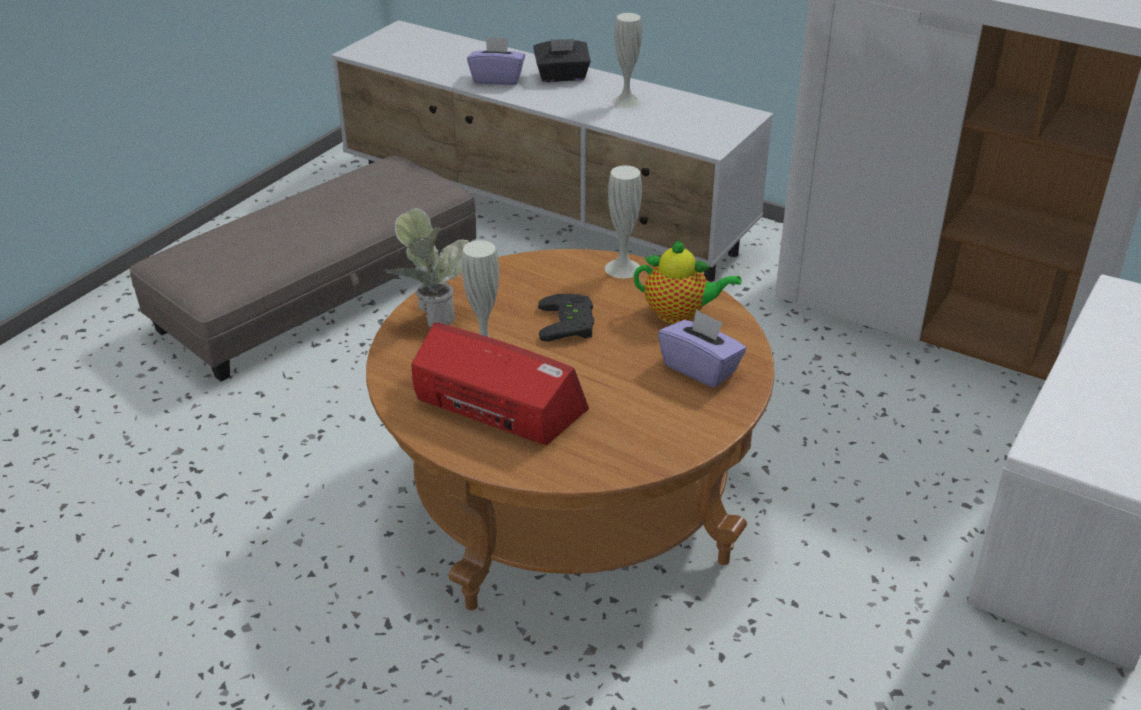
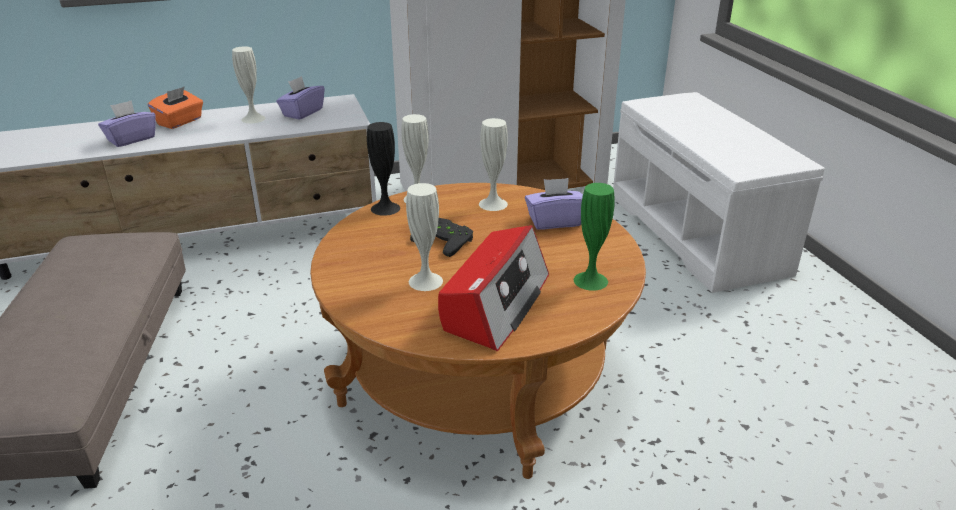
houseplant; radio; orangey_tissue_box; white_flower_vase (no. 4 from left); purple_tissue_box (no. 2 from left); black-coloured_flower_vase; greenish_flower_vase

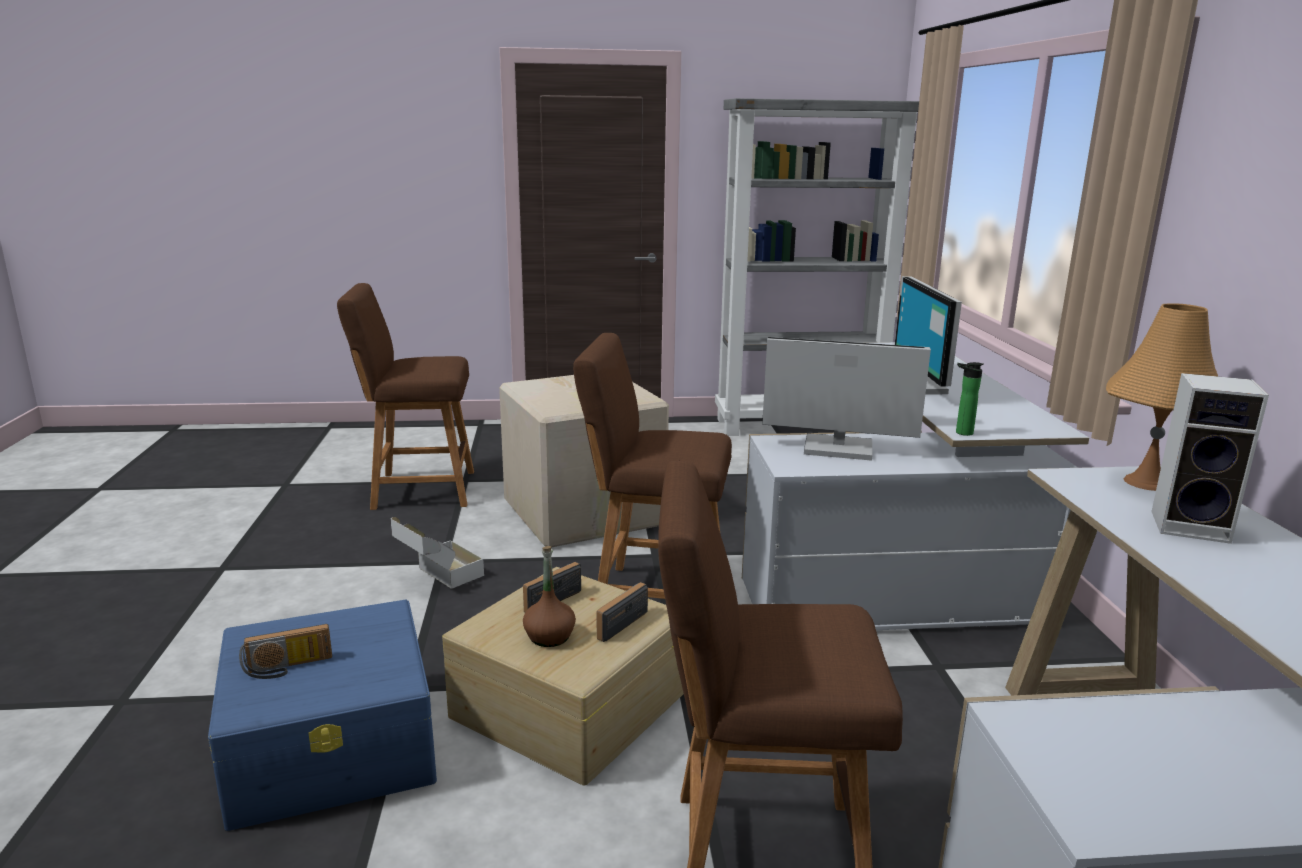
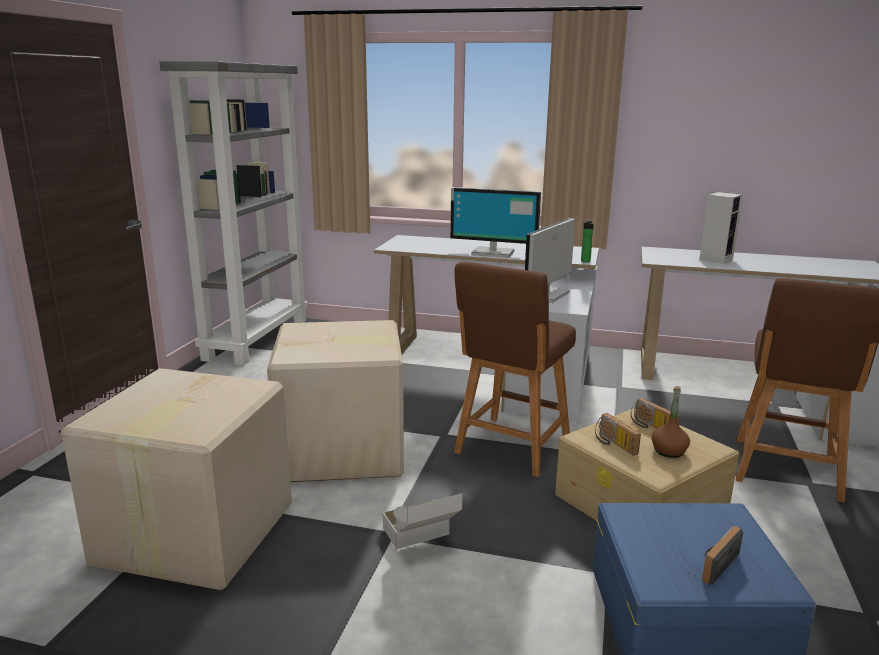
radio (no. 3 from left); packing_box (no. 1 from left); orangey_lamp_for_a_table

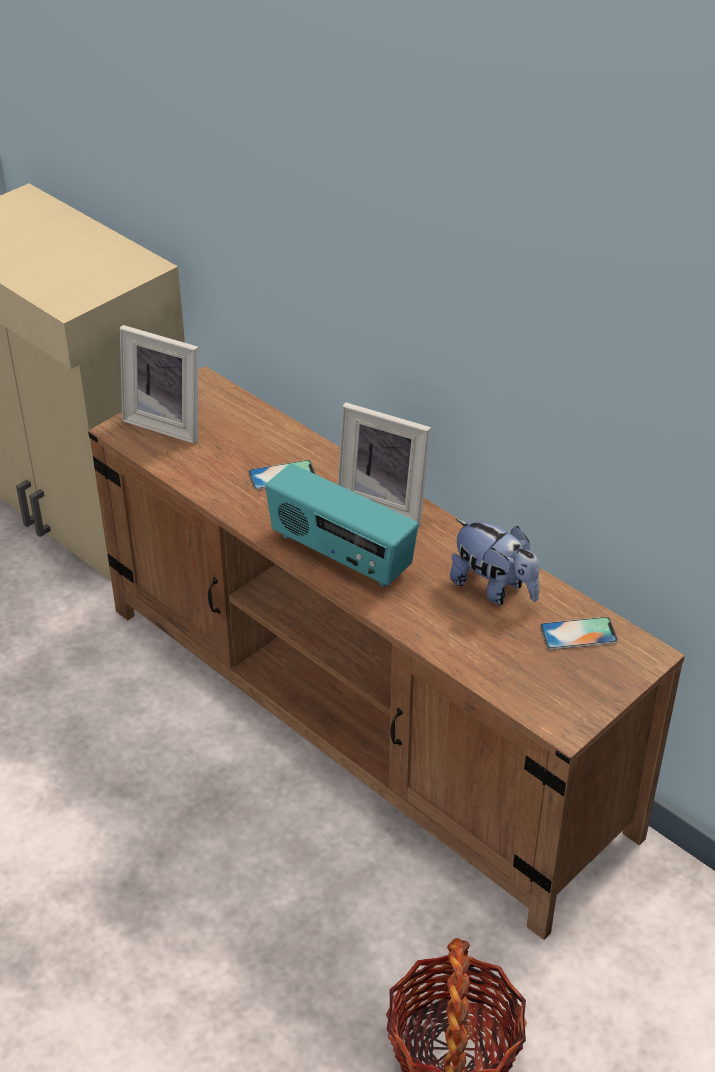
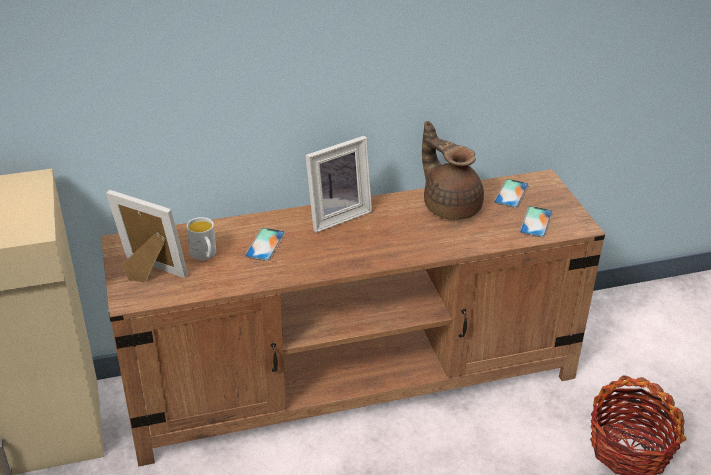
photo_frame (no. 1 from left); radio; brownish_tea_pot; white_mug; telephone (no. 3 from left)

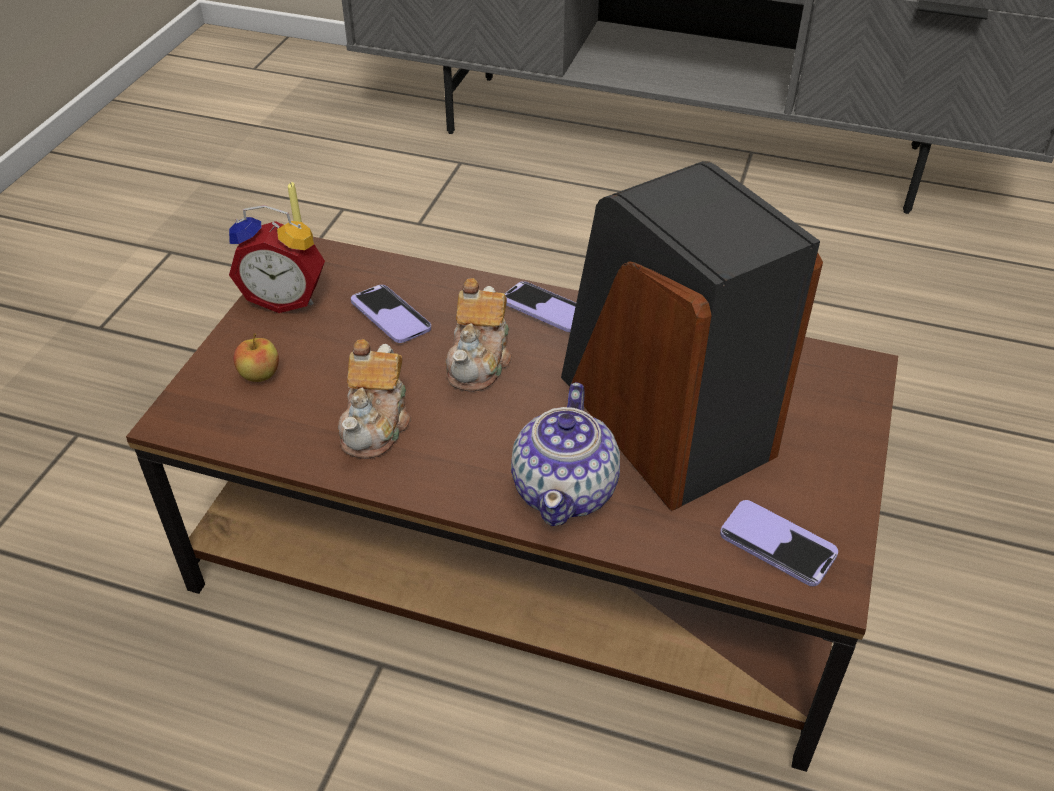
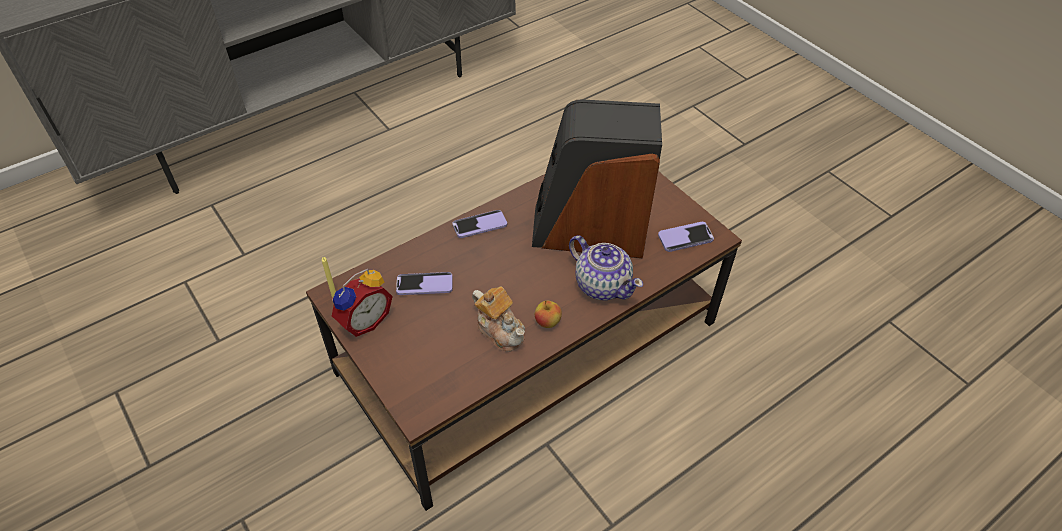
whole_apple; tea_pot (no. 2 from left in the first image)

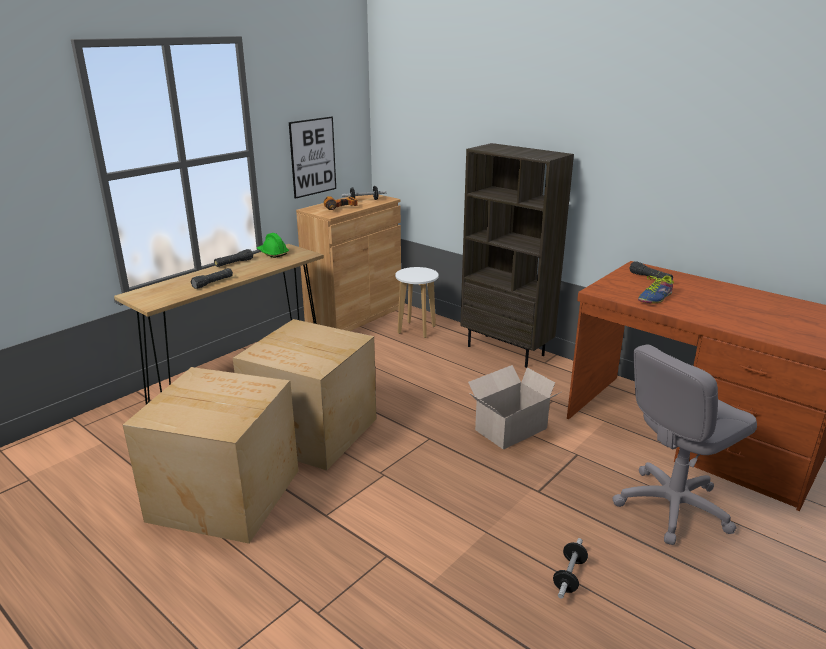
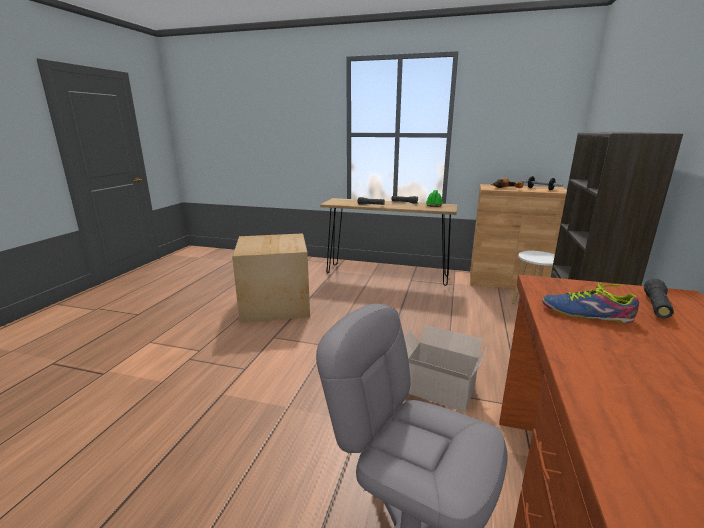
packing_box (no. 2 from left in the first image); wall_picture; hand_weight (no. 2 from left in the first image)

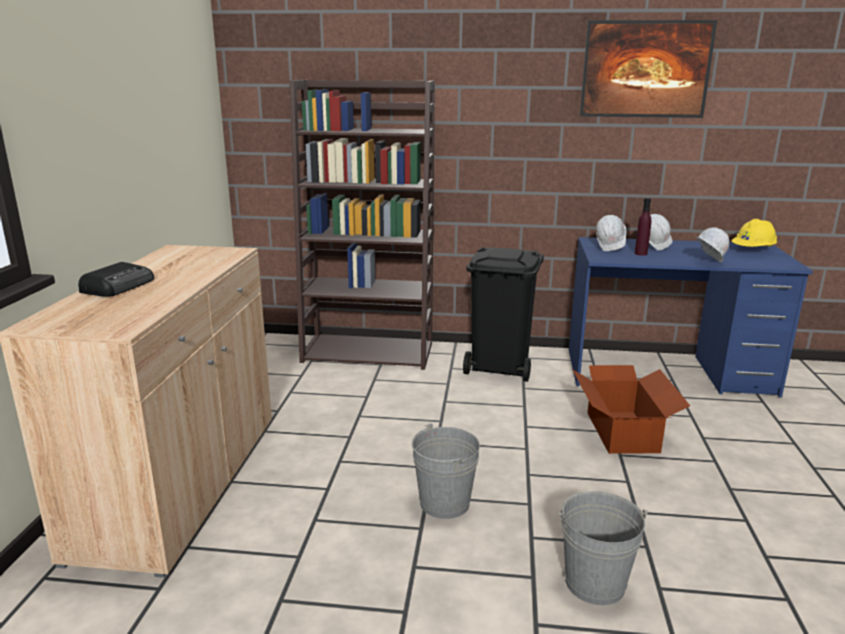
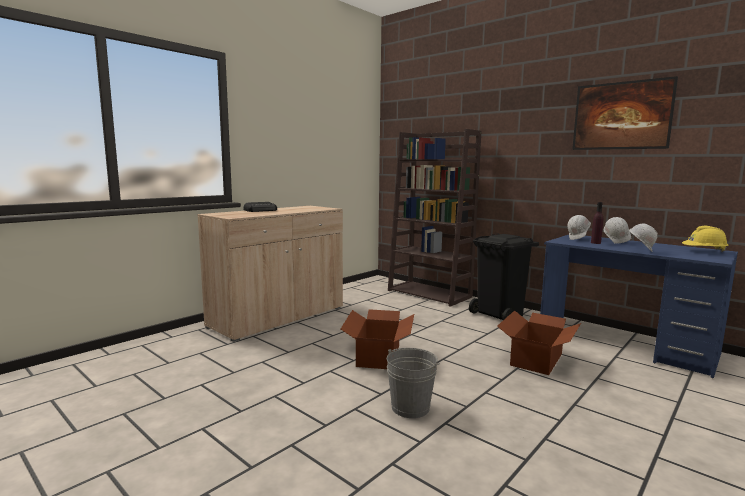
packing_box (no. 1 from left)

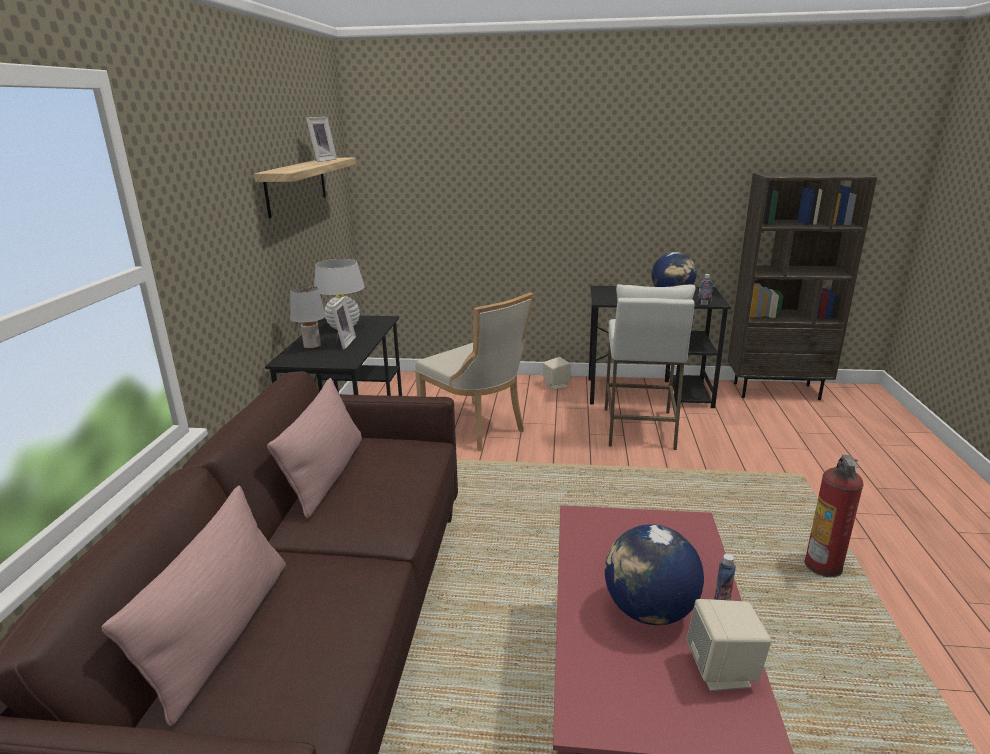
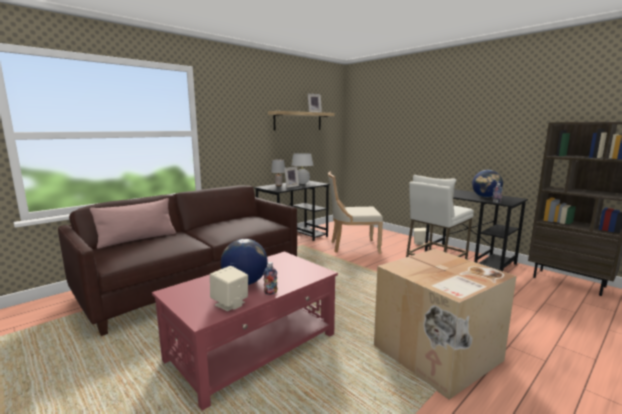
pink-coloured_pillow (no. 2 from left in the first image); beige-coloured_upright_chair; packing_box

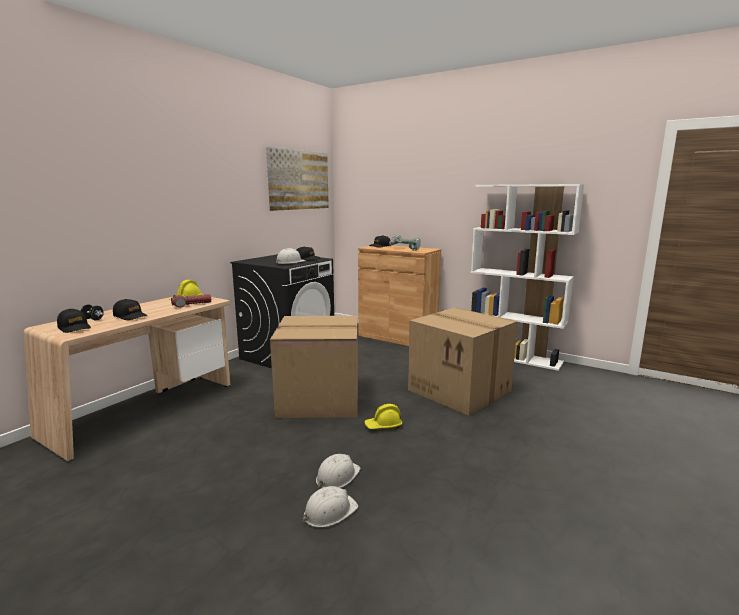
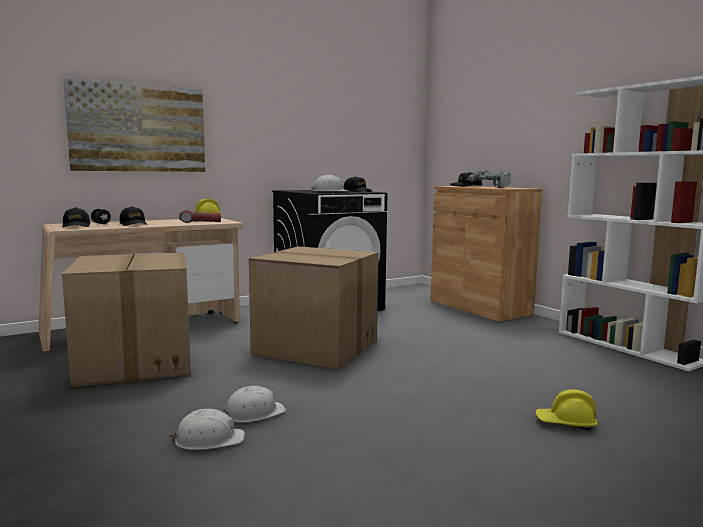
wall_picture; yellowish_work_helmet (no. 2 from left); packing_box (no. 1 from left)

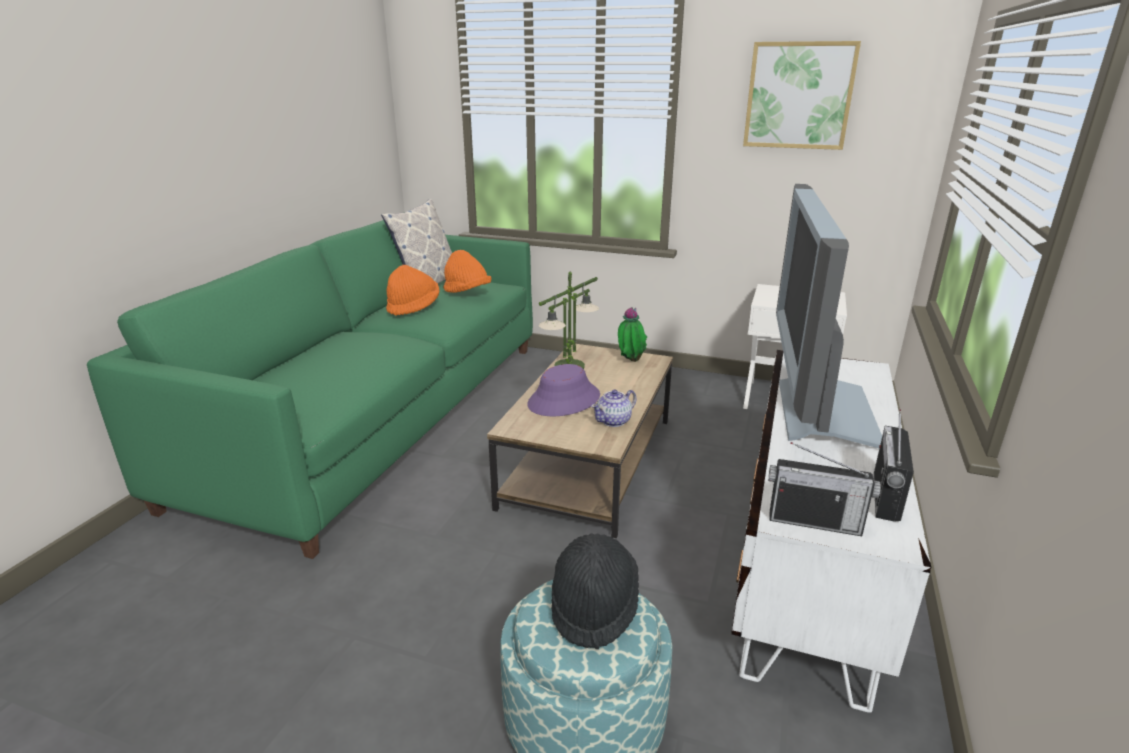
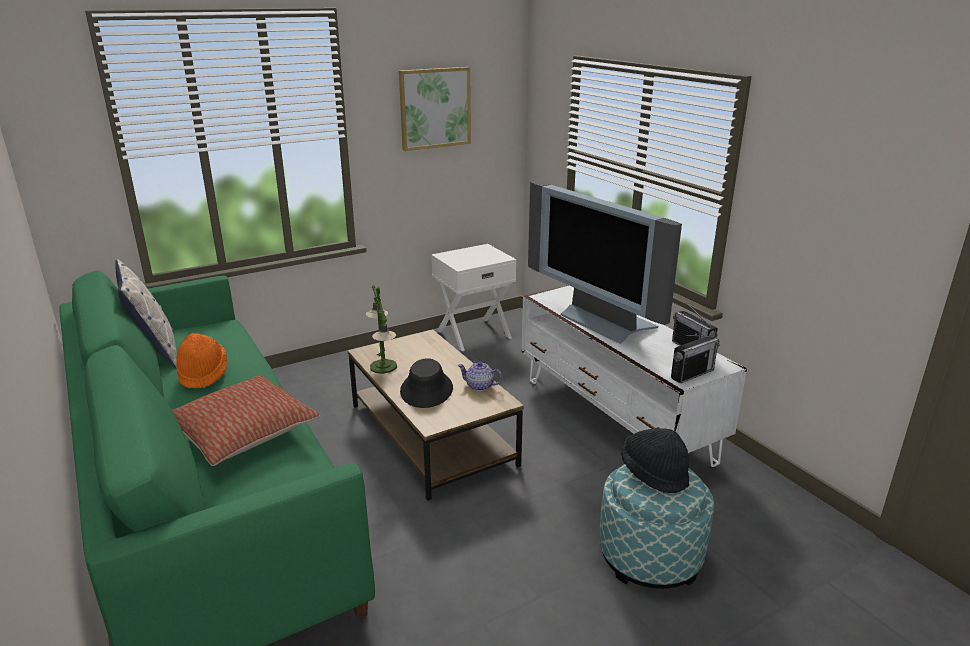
orangey_wearable_hat (no. 2 from left in the first image); black-coloured_wearable_hat (no. 1 from left); tea_pot; houseplant; pillow (no. 2 from left)

